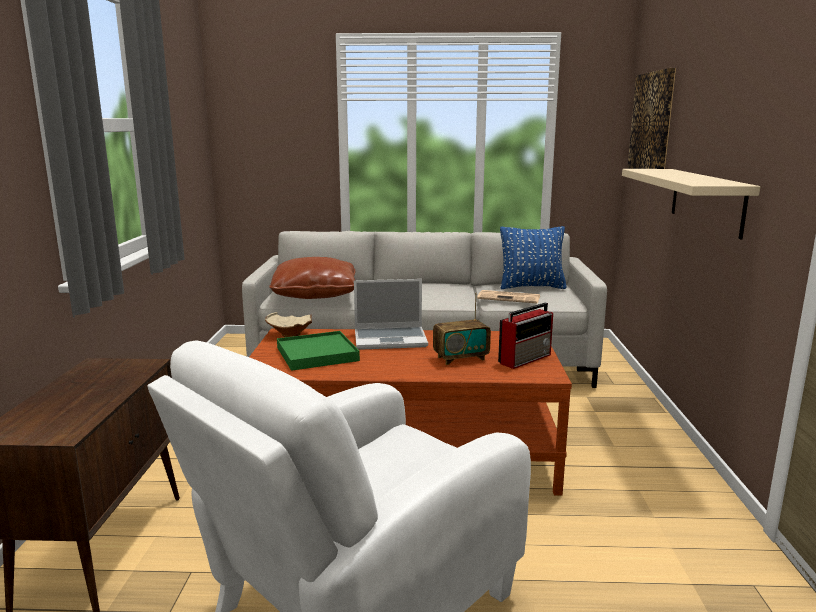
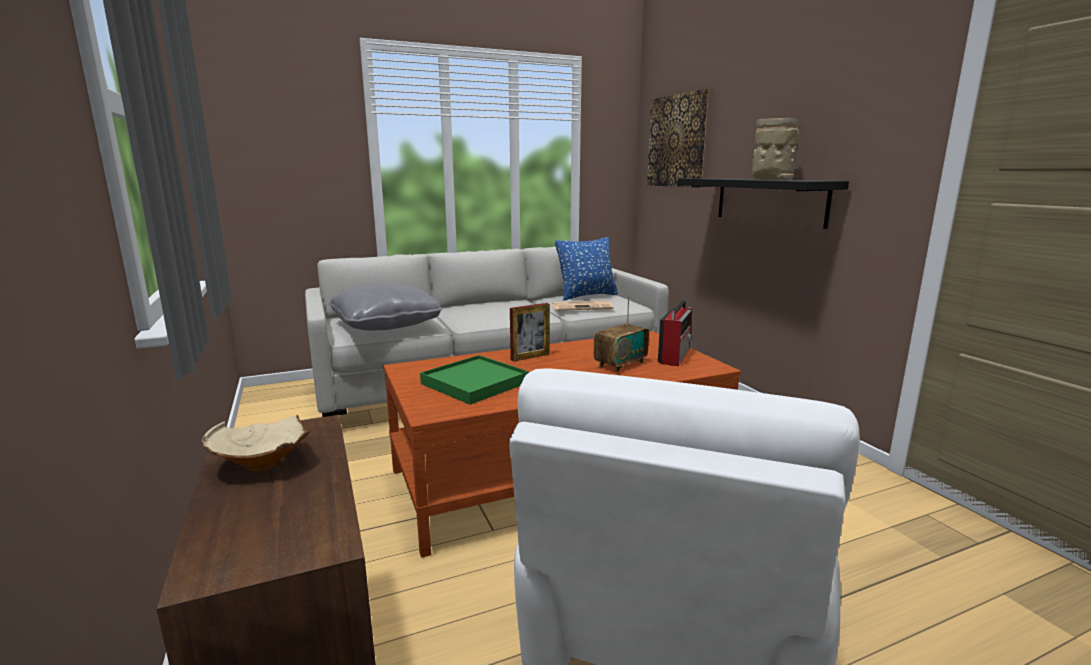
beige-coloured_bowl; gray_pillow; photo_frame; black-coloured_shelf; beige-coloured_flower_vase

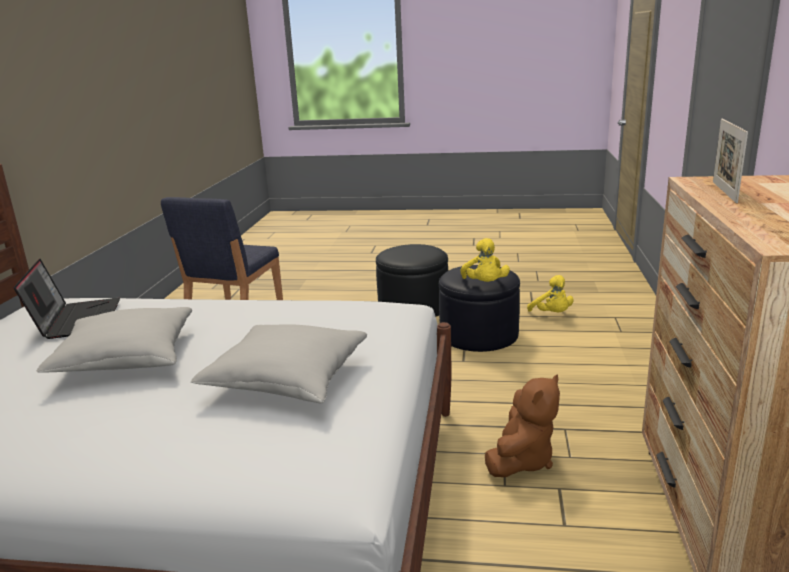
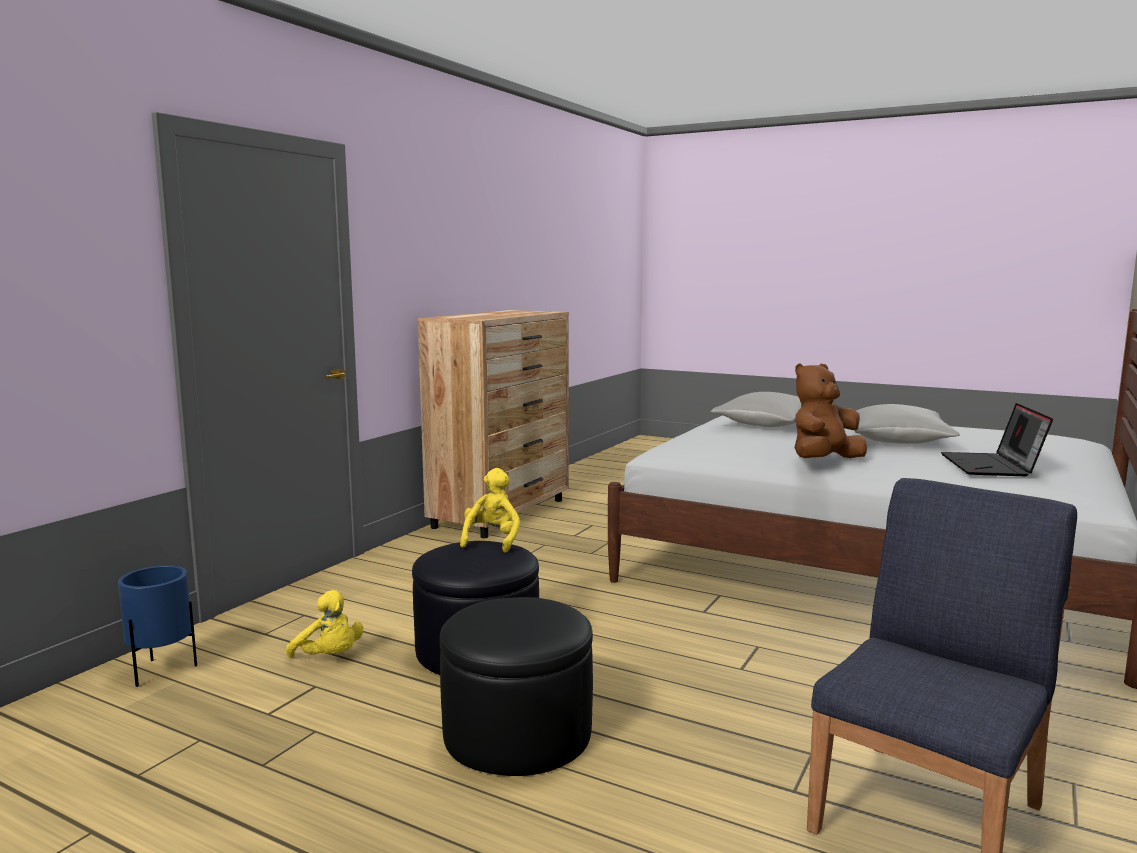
brownish_cuddly_toy; yellowish_cuddly_toy (no. 1 from left); photo_frame; blue_flower_pot

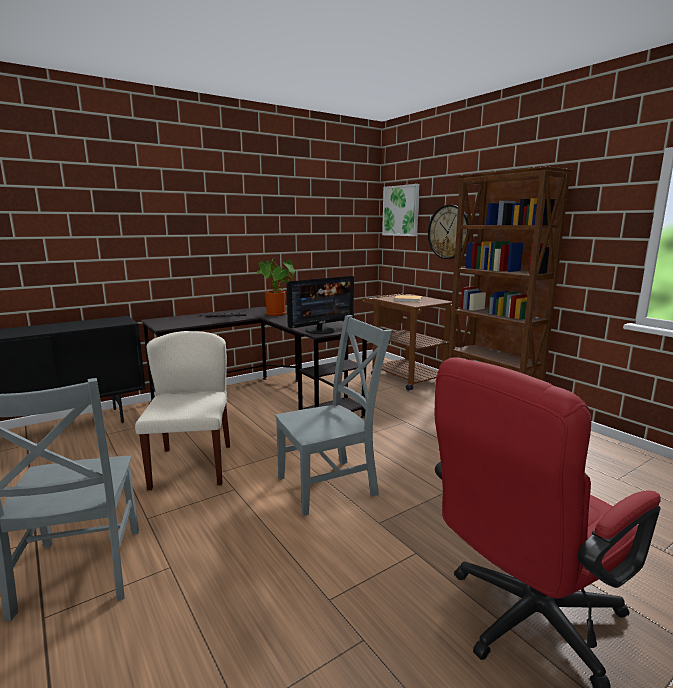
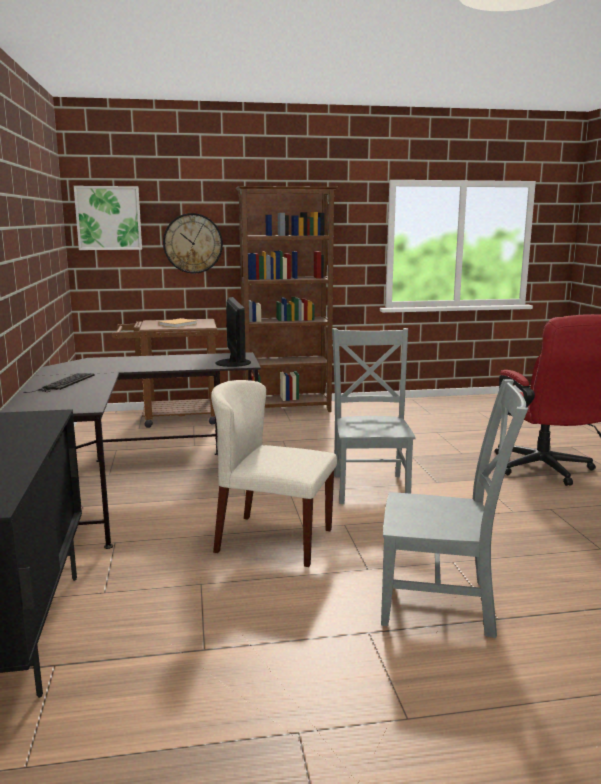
houseplant

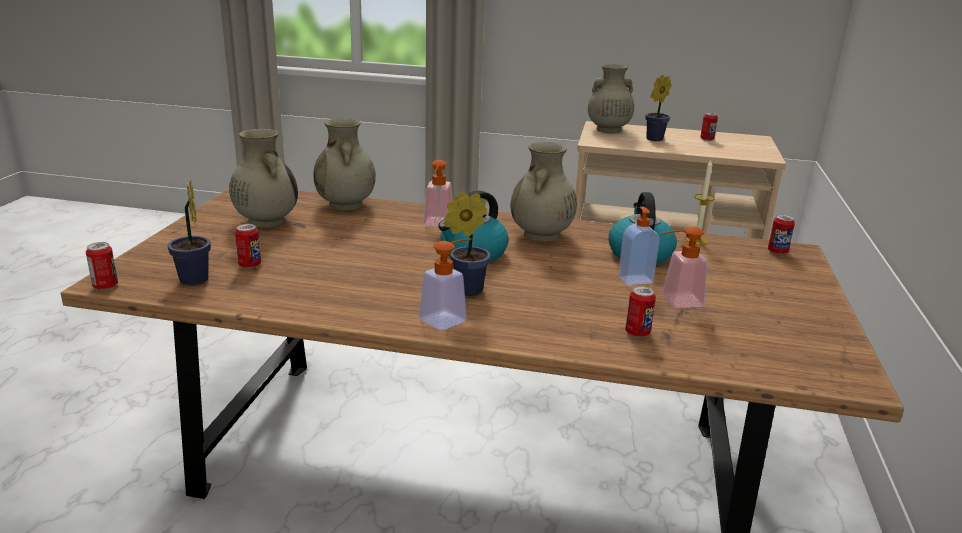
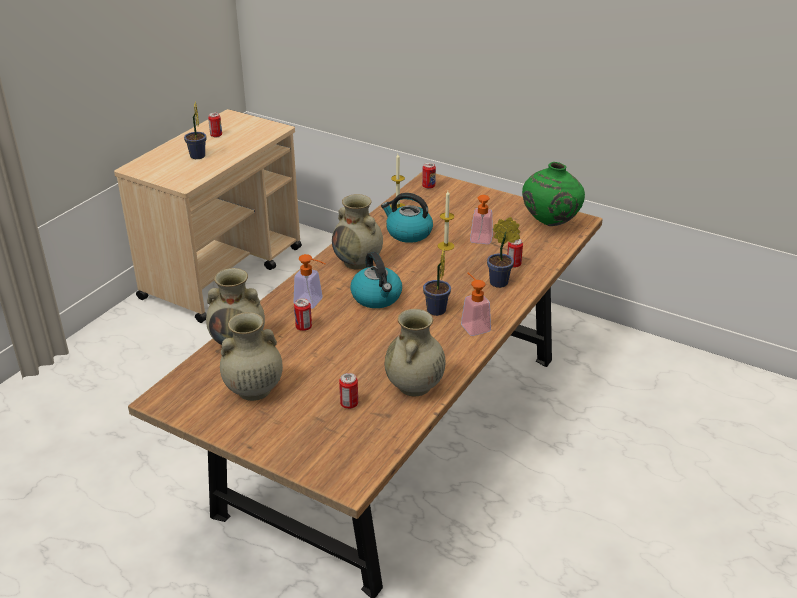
can (no. 2 from left); houseplant (no. 3 from left); beige-coloured_flower_vase (no. 4 from left); wax_candle (no. 2 from left); greenish_flower_vase

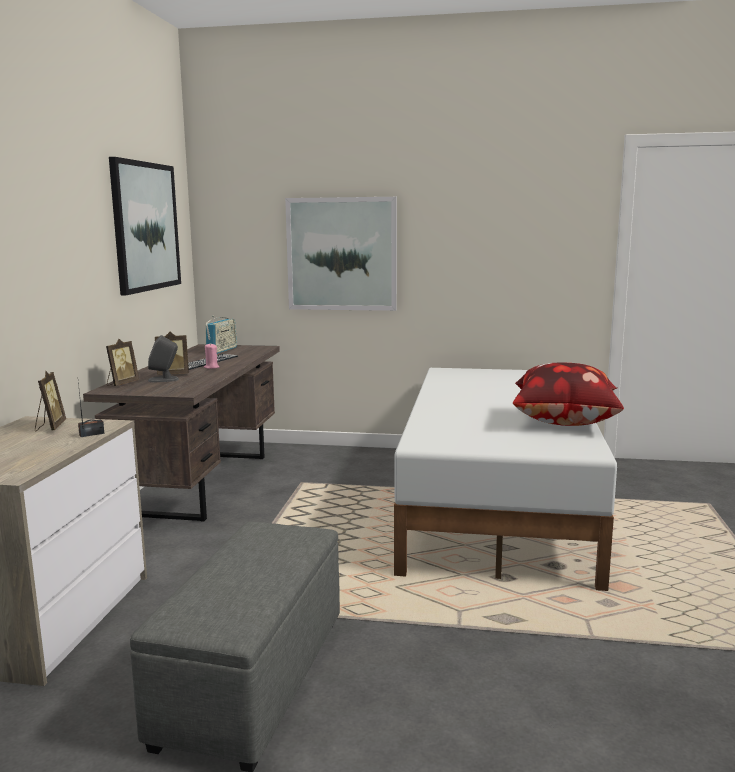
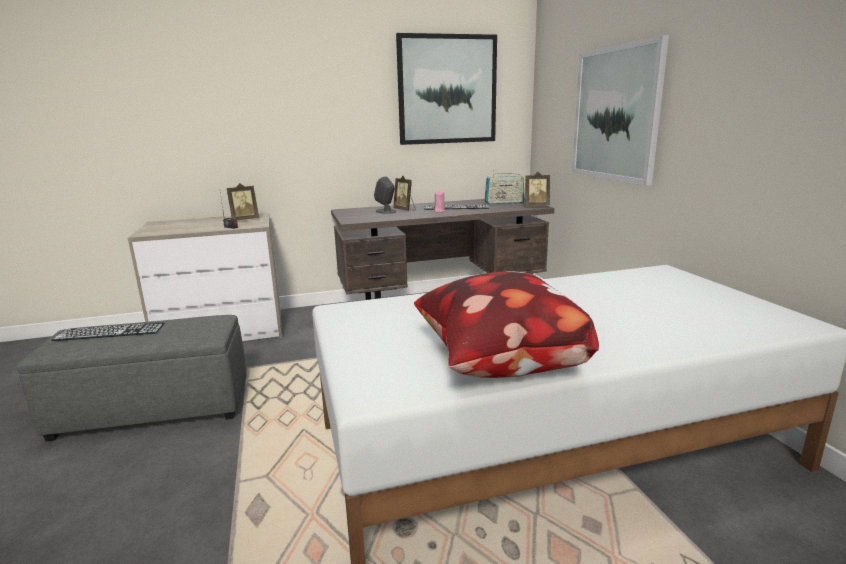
photo_frame (no. 3 from left); keyboard (no. 1 from left)

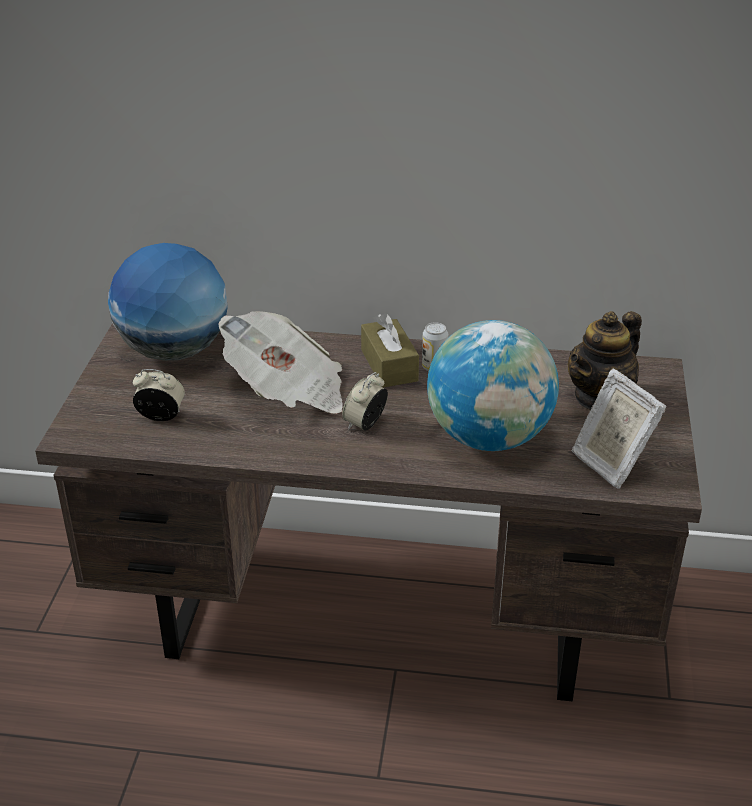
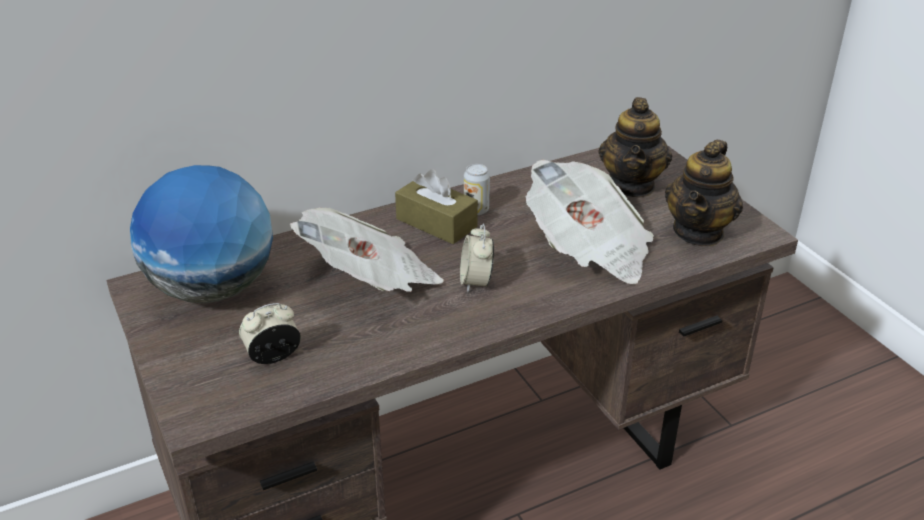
printed_paper (no. 2 from left); tea_pot (no. 2 from left)

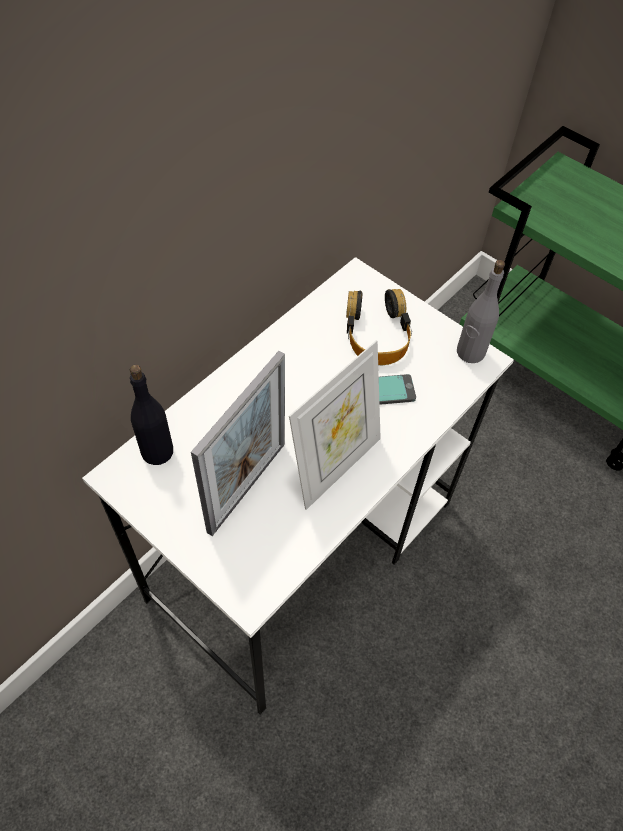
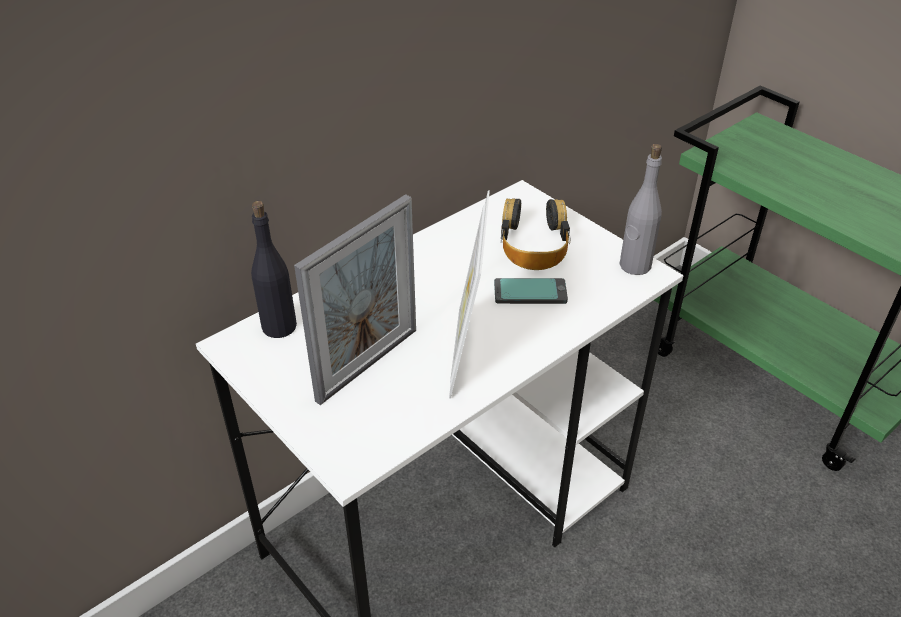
photo_frame (no. 2 from left)

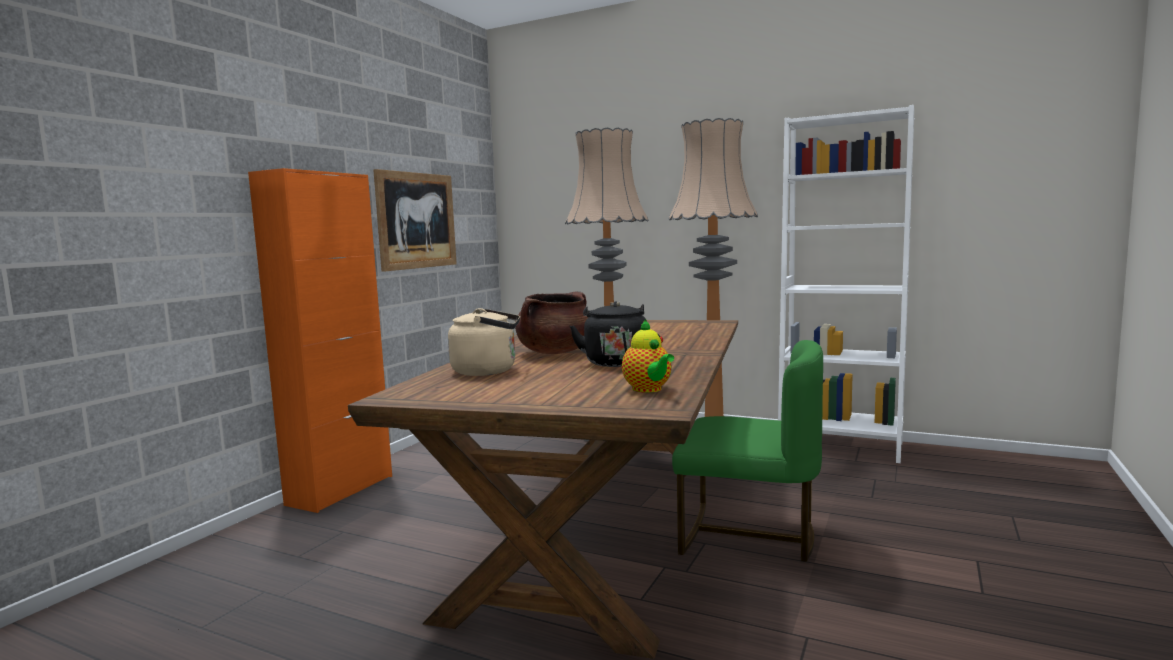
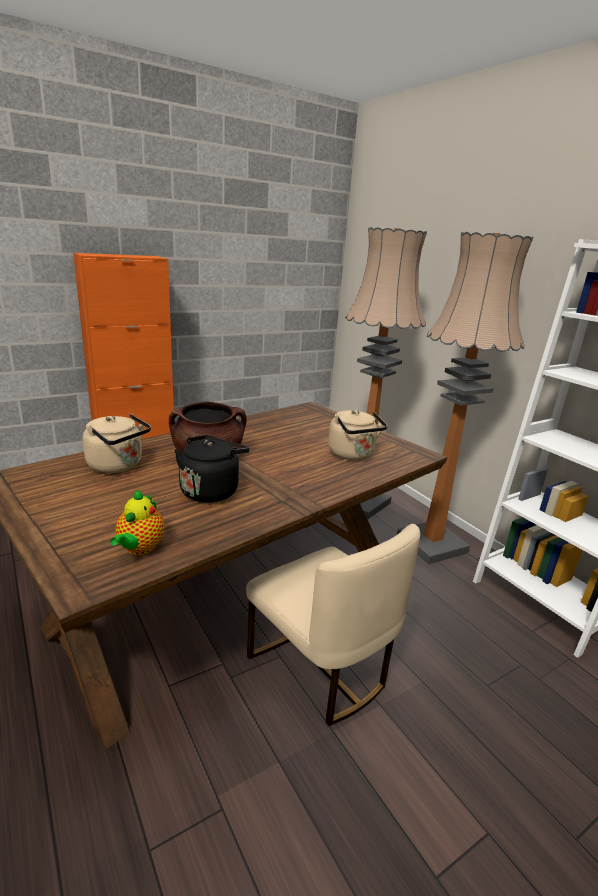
wall_picture; beige-coloured_upright_chair; beige-coloured_tea_kettle (no. 2 from left)

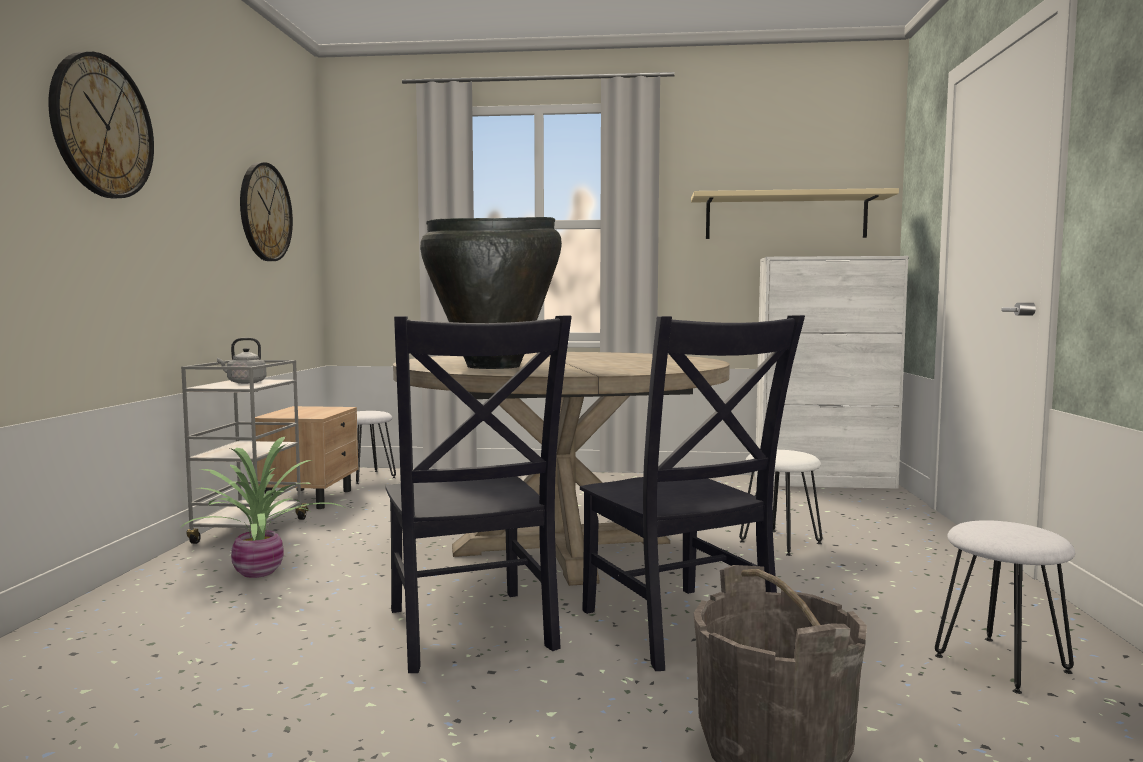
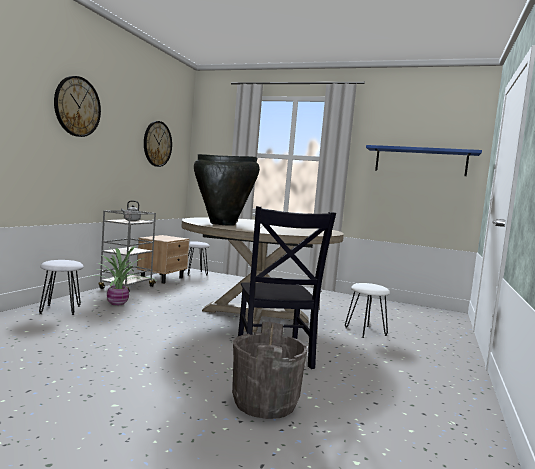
black-coloured_upright_chair (no. 1 from left in the first image); blue_shelf; white_storage_cabinet; white_sitting_stool (no. 1 from left)

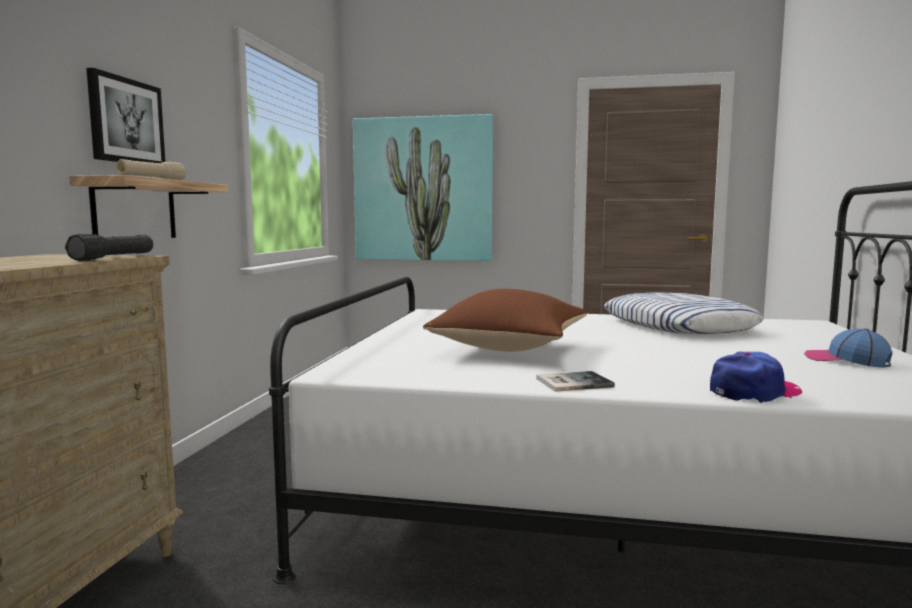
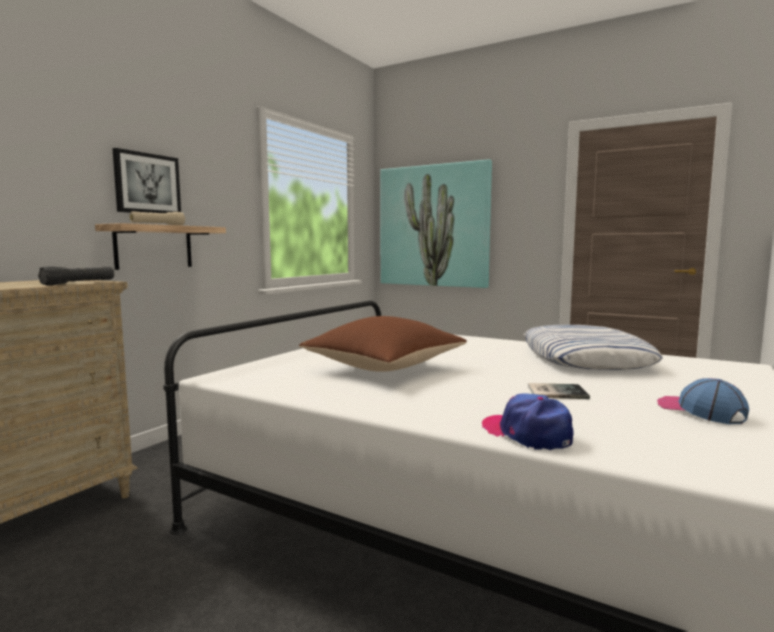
book; cap (no. 1 from left)

